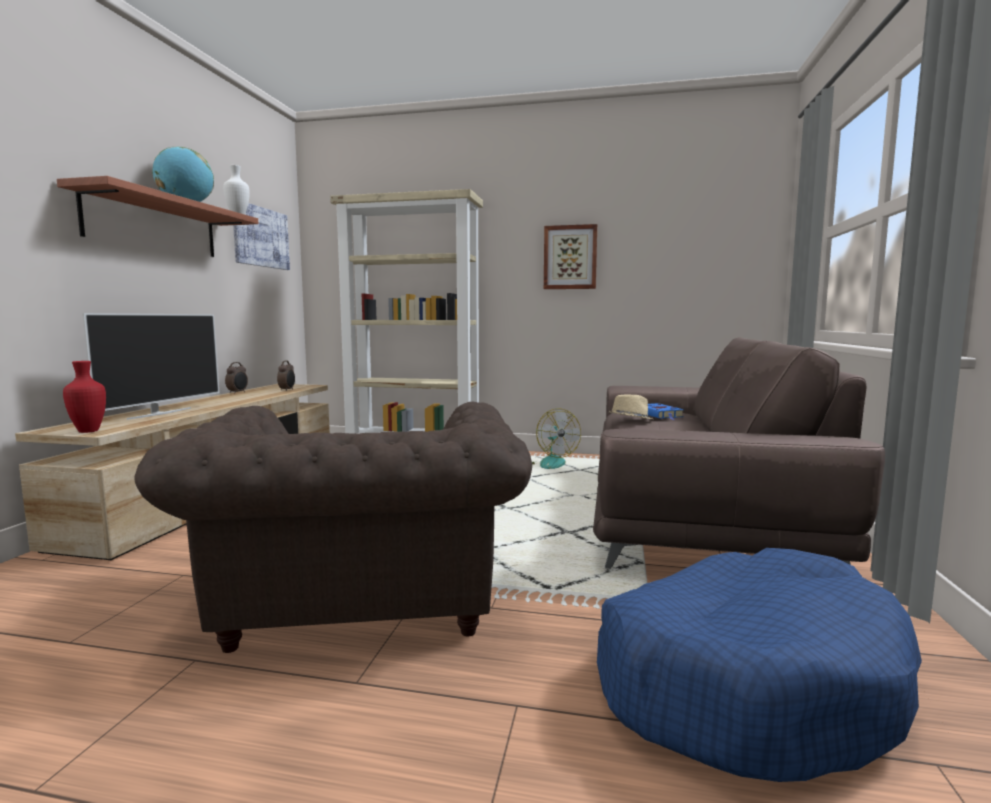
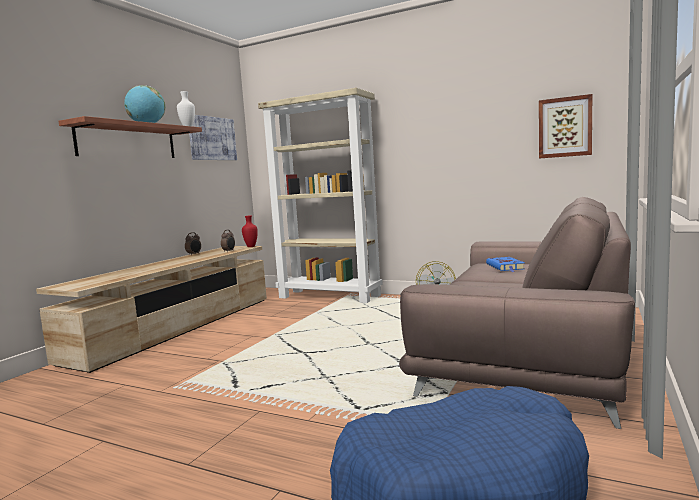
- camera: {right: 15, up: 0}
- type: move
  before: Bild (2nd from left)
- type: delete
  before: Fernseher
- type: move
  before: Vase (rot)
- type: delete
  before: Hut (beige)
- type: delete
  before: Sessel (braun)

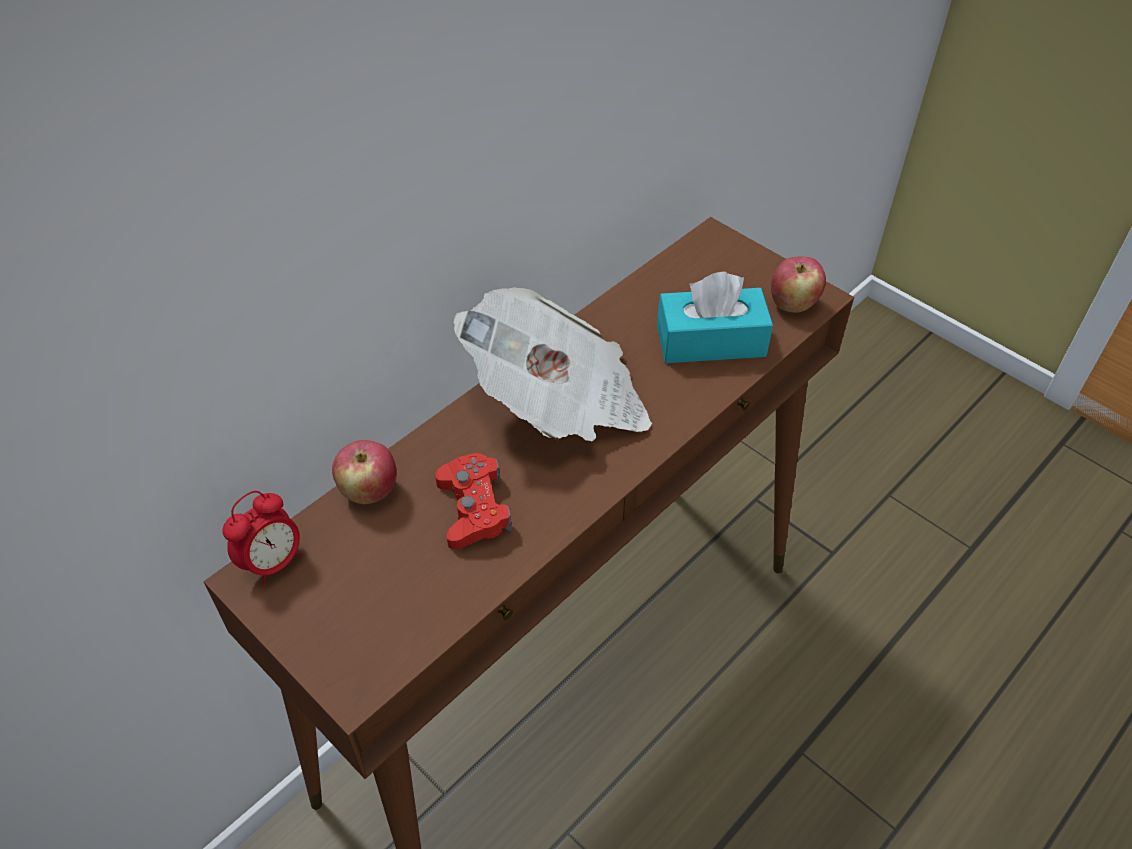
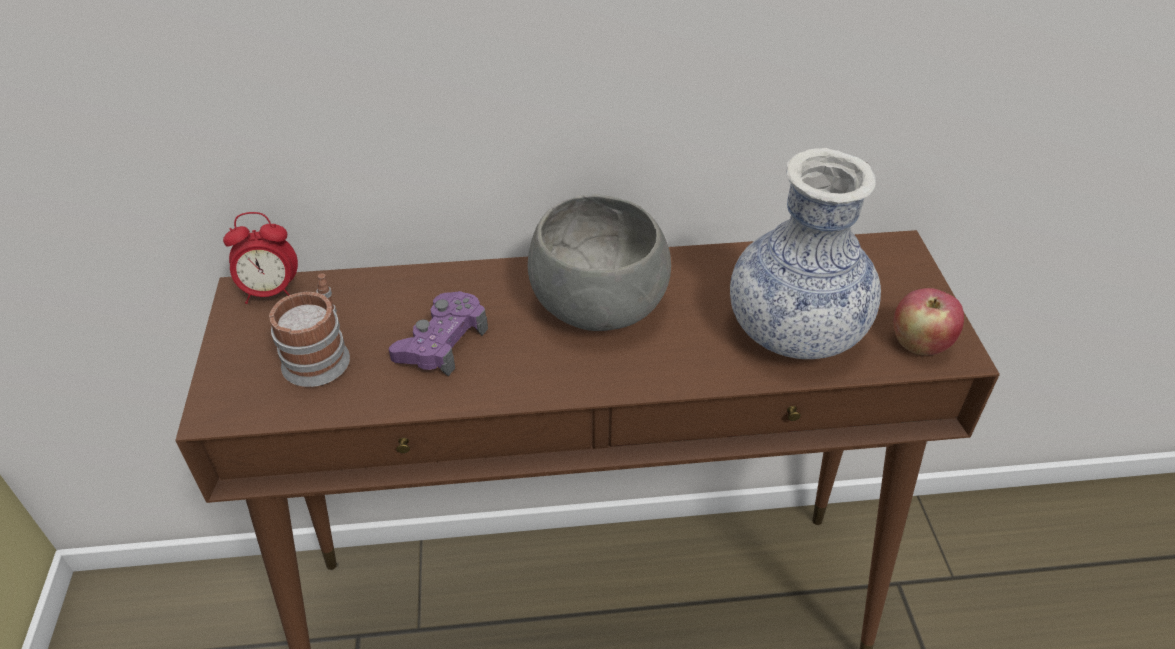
- camera: {right: 40, up: -5}
- type: replace
  before: Taschentuchbox (türkis)
  after: Vase
- type: replace
  before: Zeitung
  after: Schüssel (grau)
- type: delete
  before: Apfel (1st from left)
- type: recolor
  before: Gamepad (rot)
  after: Gamepad (lila)
- type: insert
  after: Henkelbecher

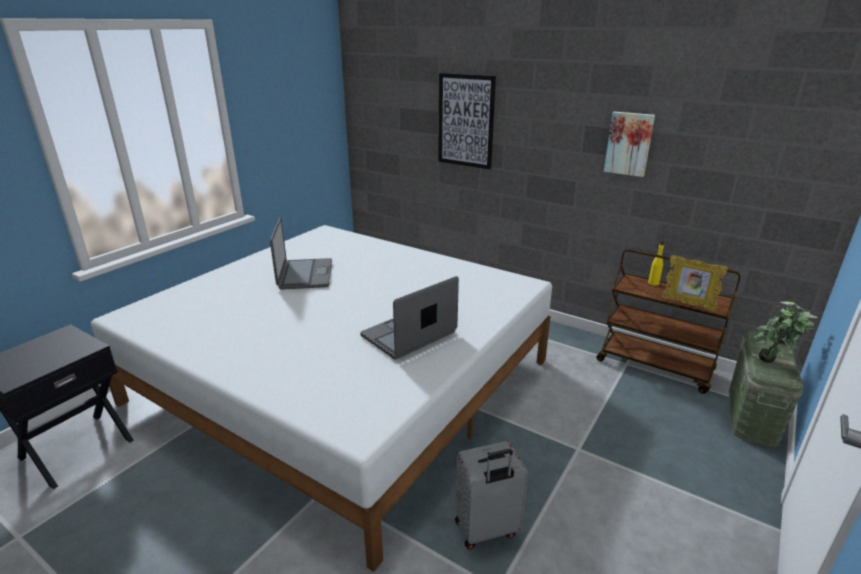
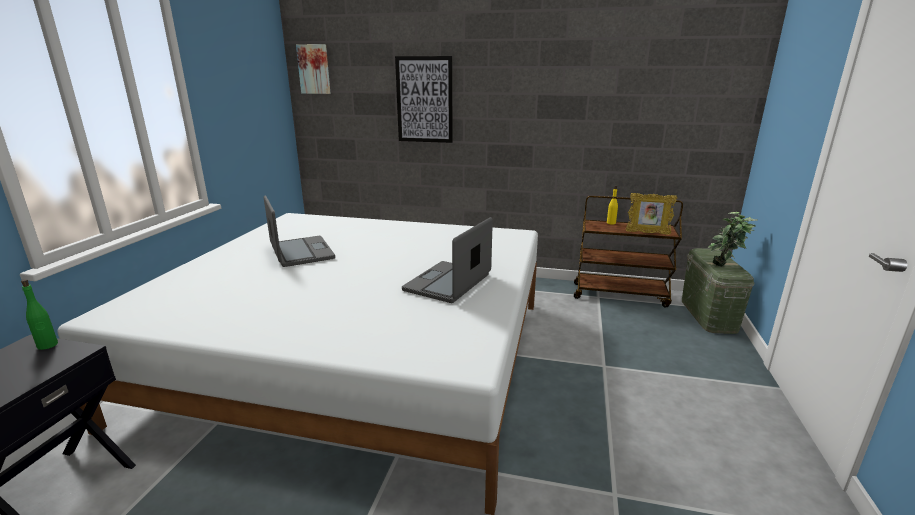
- camera: {right: -20, up: -5}
- type: move
  before: Bild (2nd from left in the first image)
  after: Bild (1st from left)
- type: delete
  before: Koffer (grau)
- type: insert
  after: Flasche (grün)

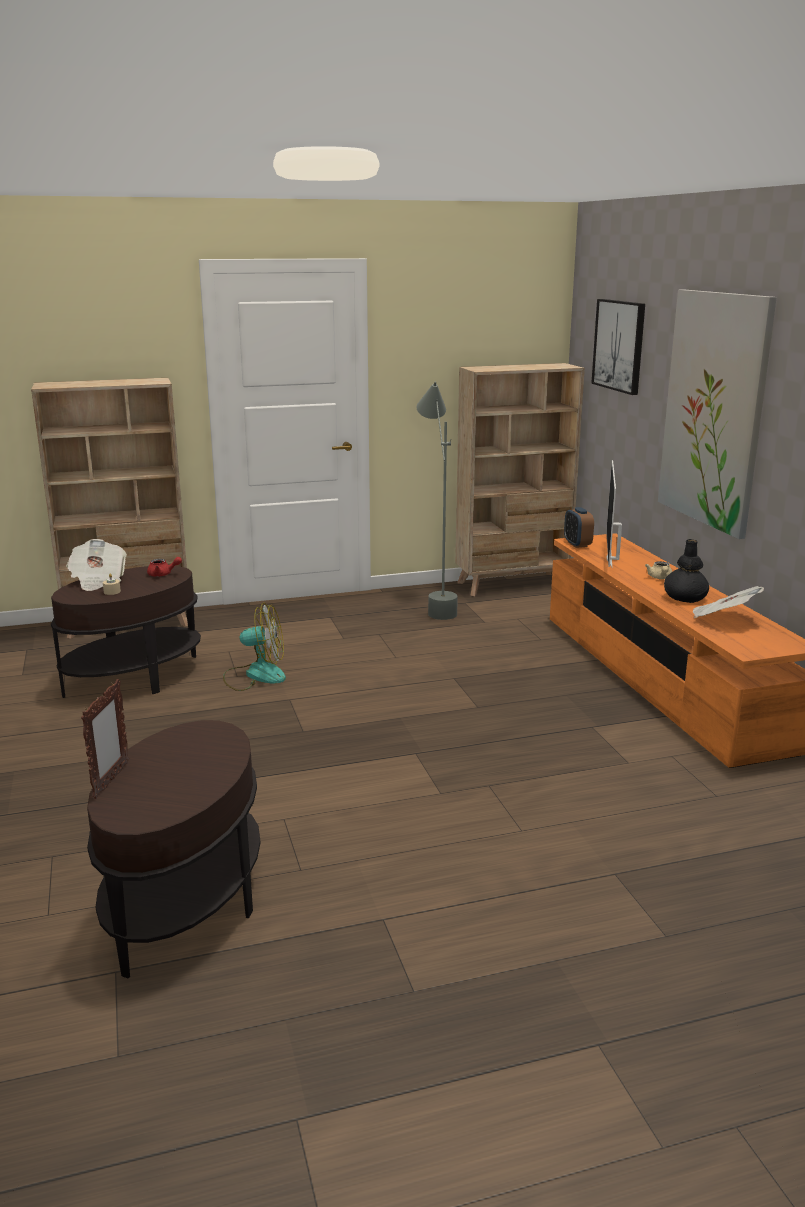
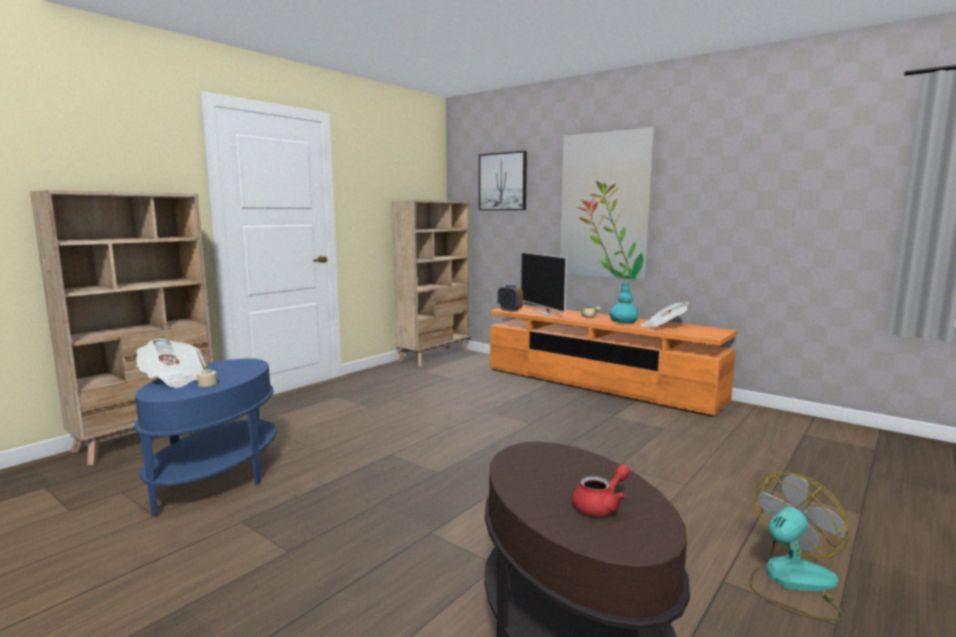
- camera: {right: -35, up: -10}
- type: delete
  before: Stehlampe (grau)
- type: recolor
  before: Vase (schwarz)
  after: Vase (türkis)
- type: move
  before: Teekanne (rot)
- type: recolor
  before: Beistelltisch (braun) (1st from left)
  after: Beistelltisch (blau)
- type: move
  before: Ventilator
- type: delete
  before: Bilderrahmen

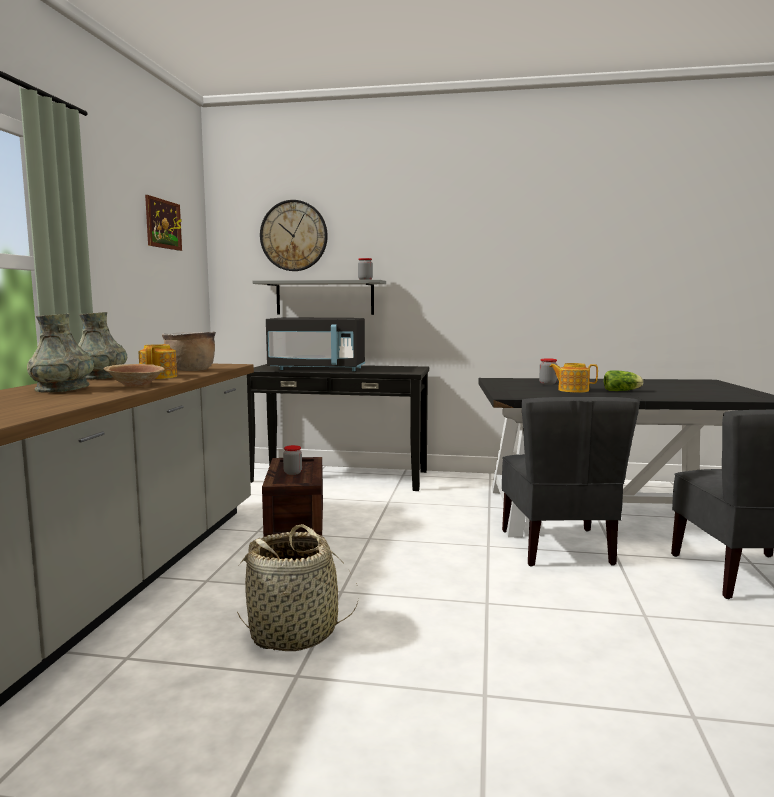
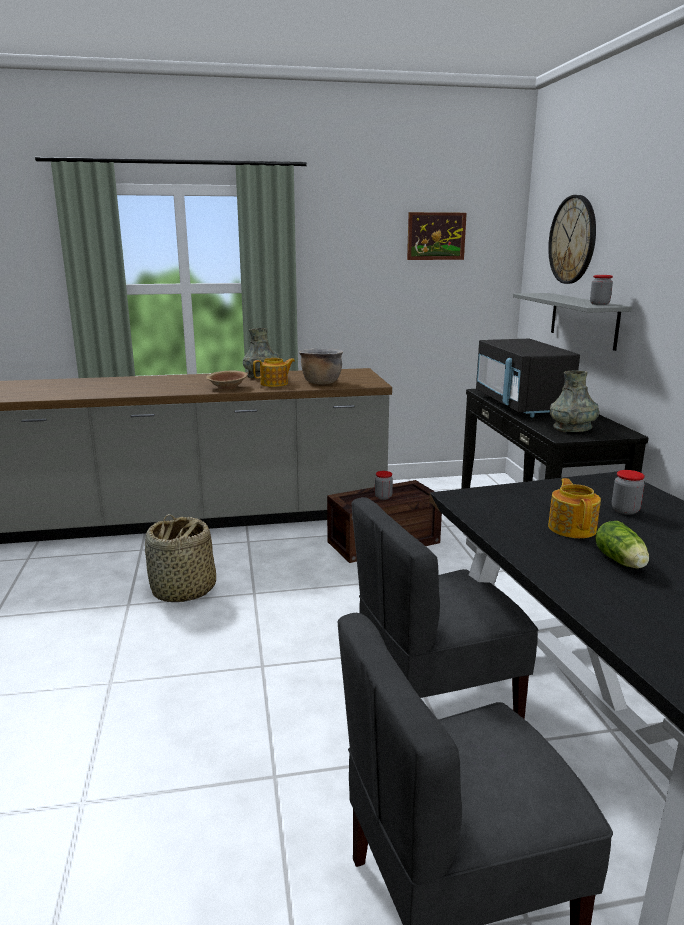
- camera: {right: 70, up: 10}
- type: move
  before: Vase (grau) (1st from left in the first image)
  after: Vase (grau) (2nd from left)

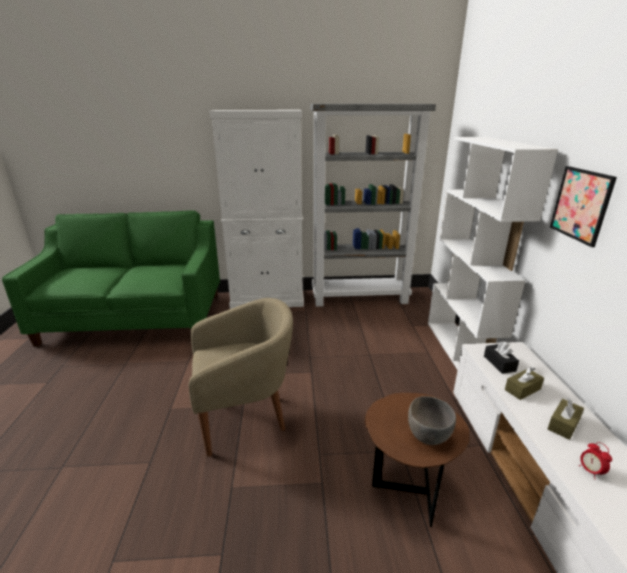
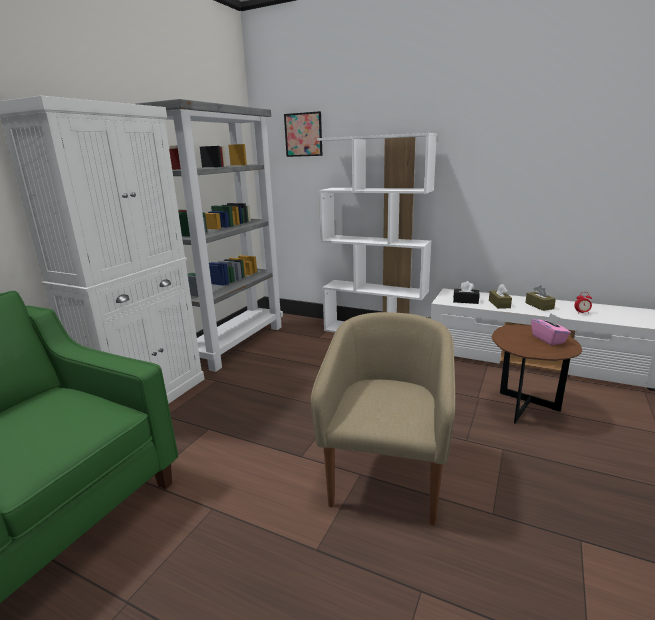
- camera: {right: -60, up: -5}
- type: move
  before: Bild
- type: replace
  before: Schüssel (grau)
  after: Taschentuchbox (rosa)

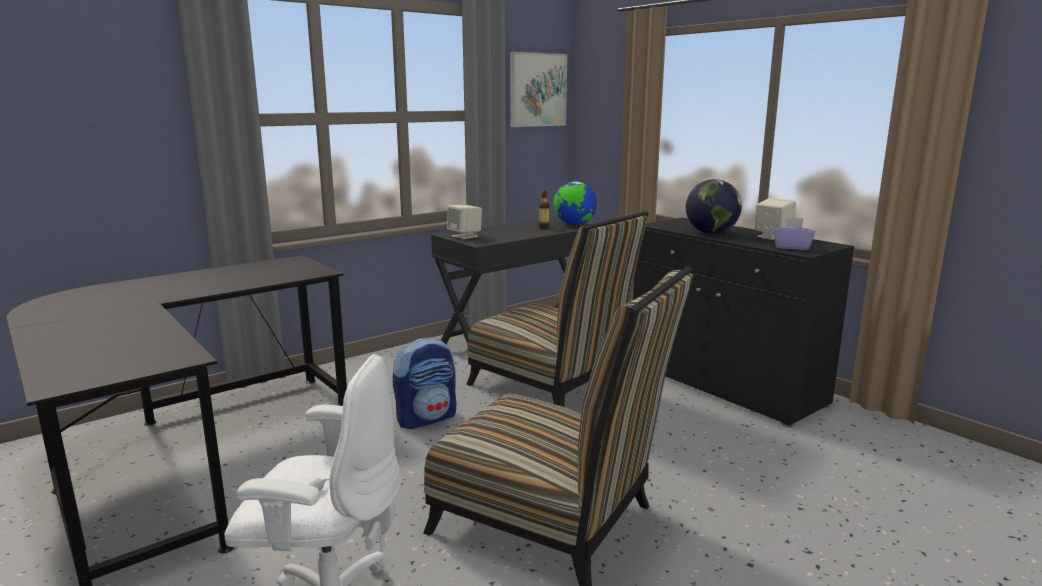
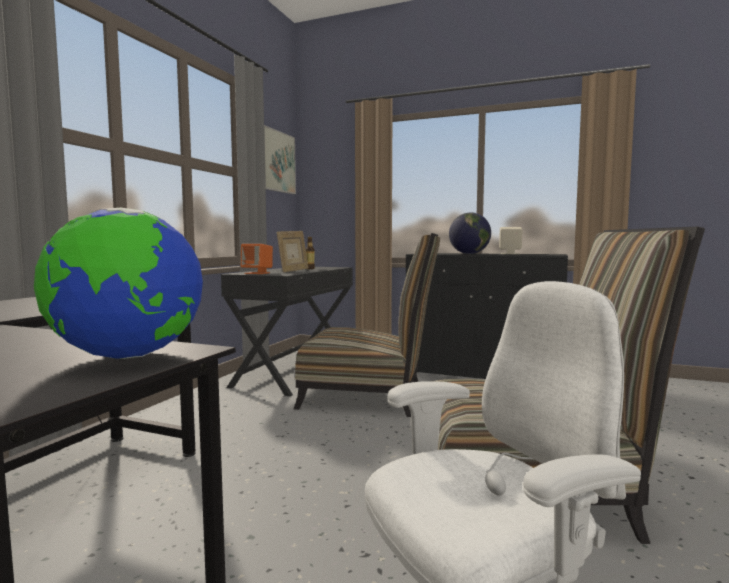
- camera: {right: -30, up: -10}
- type: move
  before: Globus (1st from left)
- type: recolor
  before: Lautsprecher (beige) (1st from left)
  after: Lautsprecher (orange)
- type: delete
  before: Taschentuchbox (lila)
- type: delete
  before: Rucksack
- type: insert
  after: Bilderrahmen

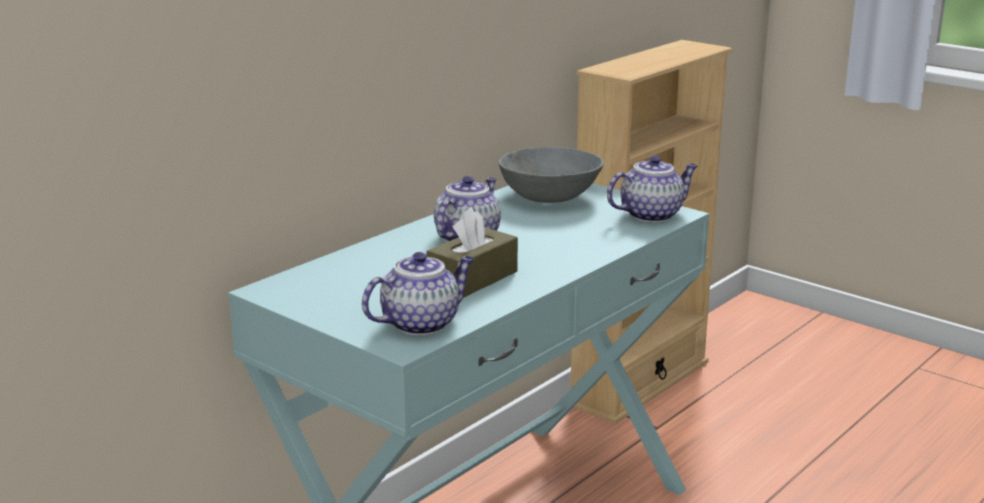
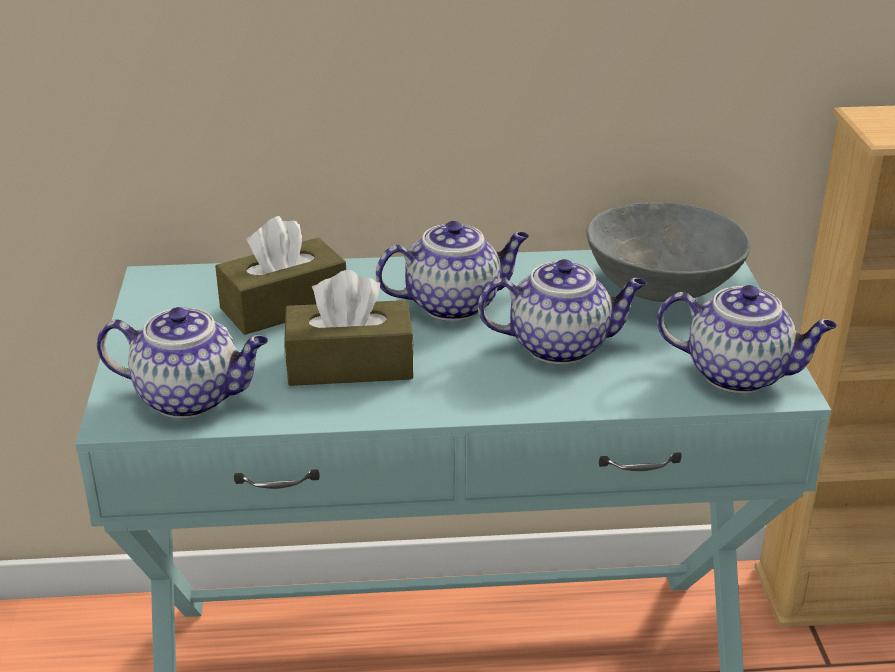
- camera: {right: 45, up: 10}
- type: insert
  after: Taschentuchbox (braun) (1st from left)
- type: insert
  after: Teekanne (3rd from left)

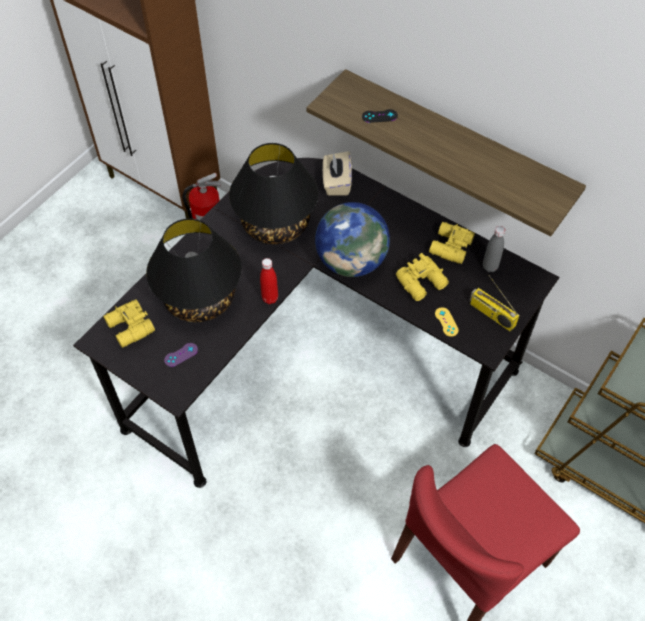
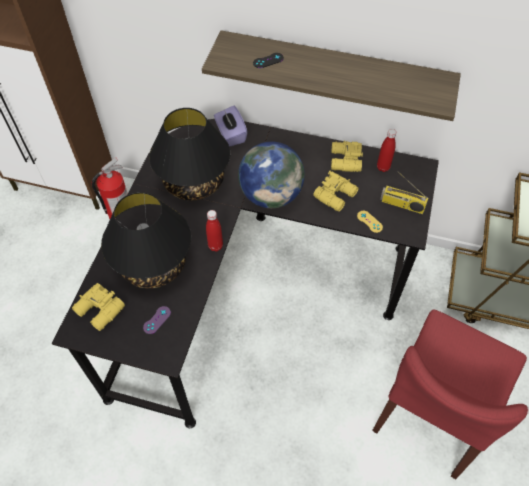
- camera: {right: -20, up: 0}
- type: recolor
  before: Taschentuchbox (beige)
  after: Taschentuchbox (lila)
- type: recolor
  before: Flasche (grau)
  after: Flasche (rot) (2nd from left)

